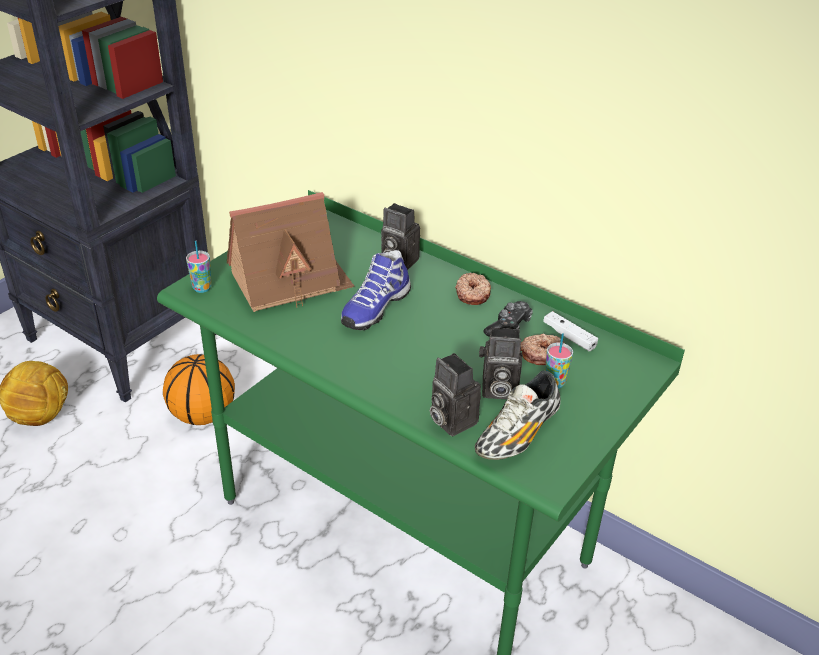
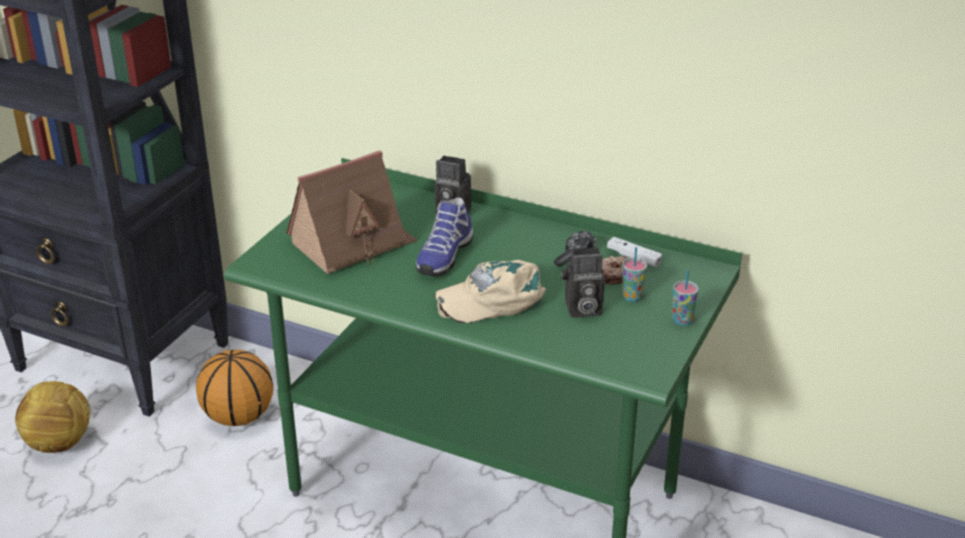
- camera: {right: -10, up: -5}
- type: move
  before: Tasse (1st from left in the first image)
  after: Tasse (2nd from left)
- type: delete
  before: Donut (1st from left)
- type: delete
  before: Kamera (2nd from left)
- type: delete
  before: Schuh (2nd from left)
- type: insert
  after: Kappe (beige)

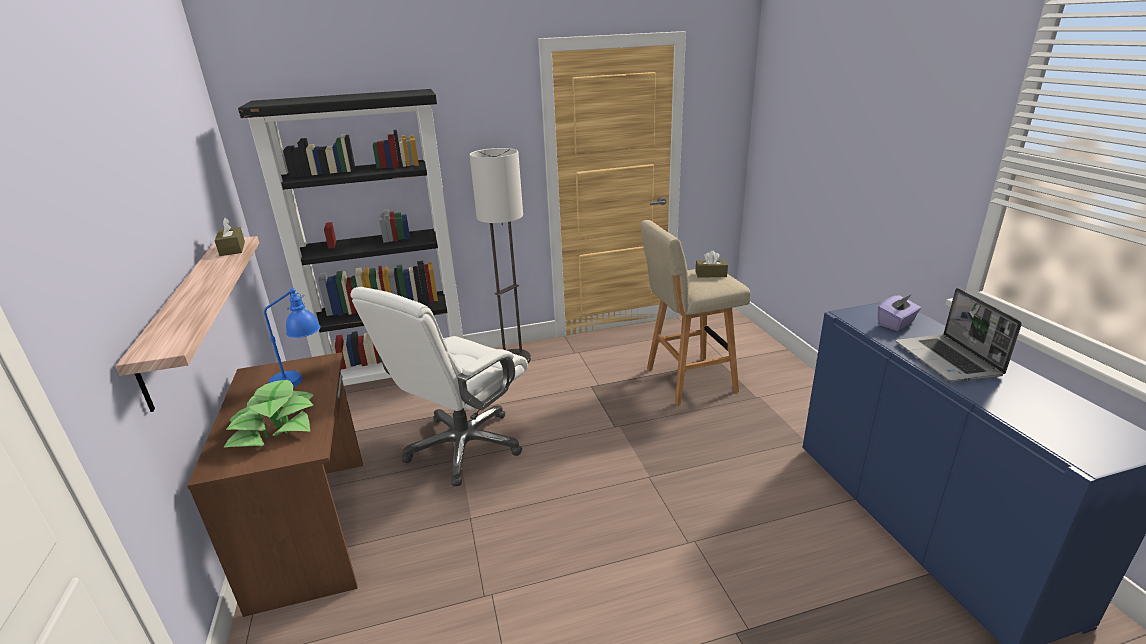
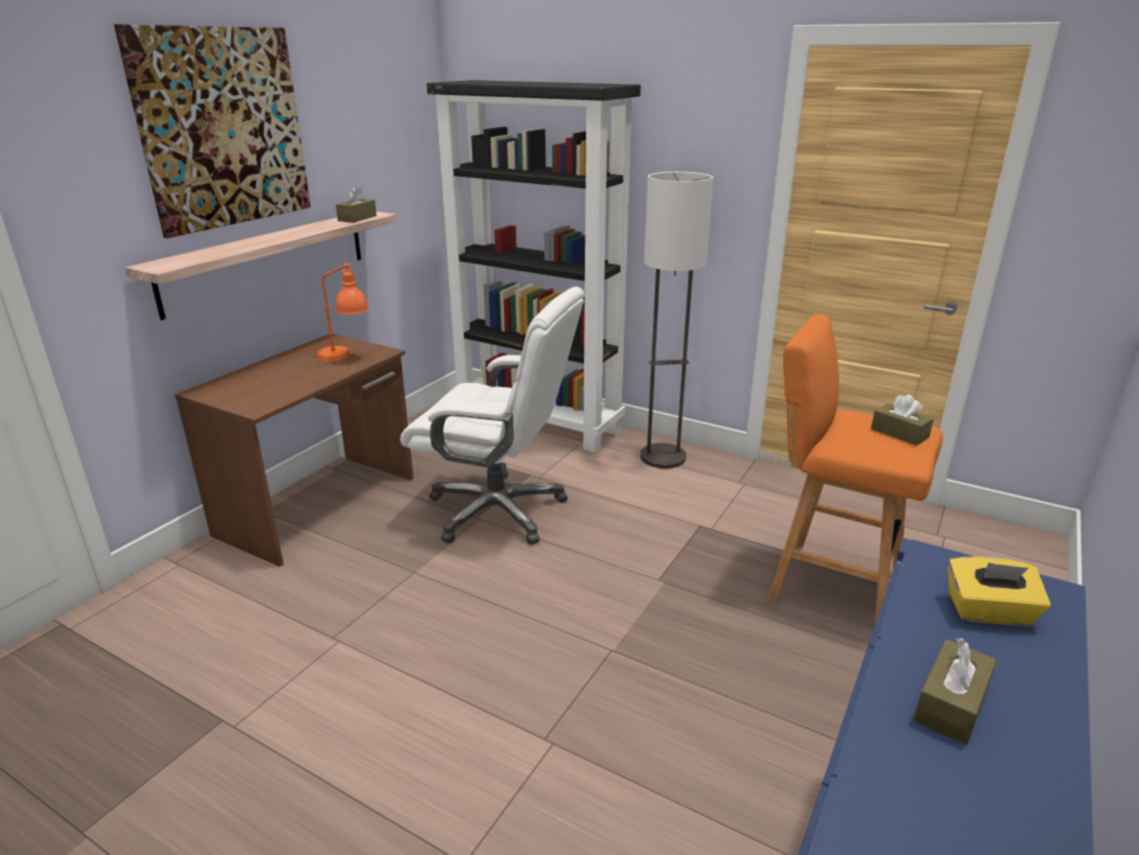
- camera: {right: 45, up: 0}
- type: recolor
  before: Hocker (beige)
  after: Hocker (orange)
- type: recolor
  before: Tischlampe (blau)
  after: Tischlampe (orange)
- type: rotate
  before: Bürostuhl (weiß)
  turn: -150
- type: replace
  before: Laptop
  after: Taschentuchbox (braun) (3rd from left)
- type: recolor
  before: Taschentuchbox (lila)
  after: Taschentuchbox (gelb)
- type: delete
  before: Topfpflanze
- type: insert
  after: Bild

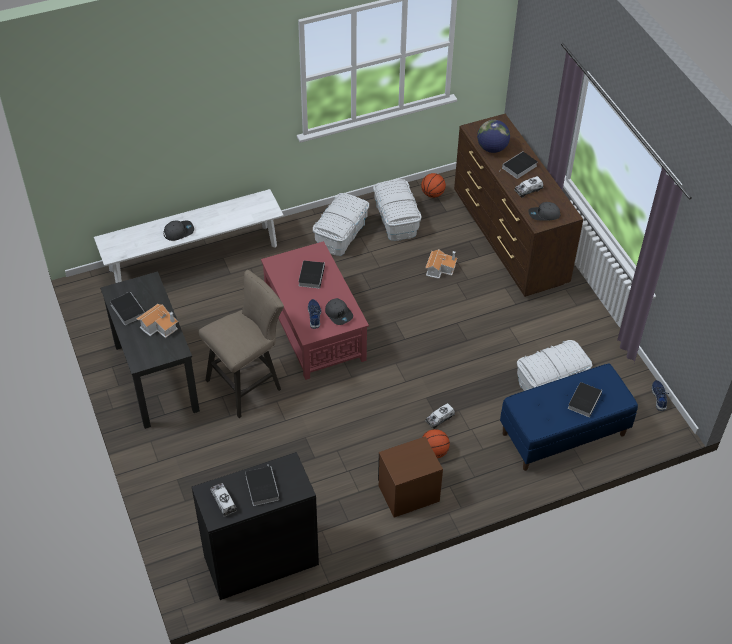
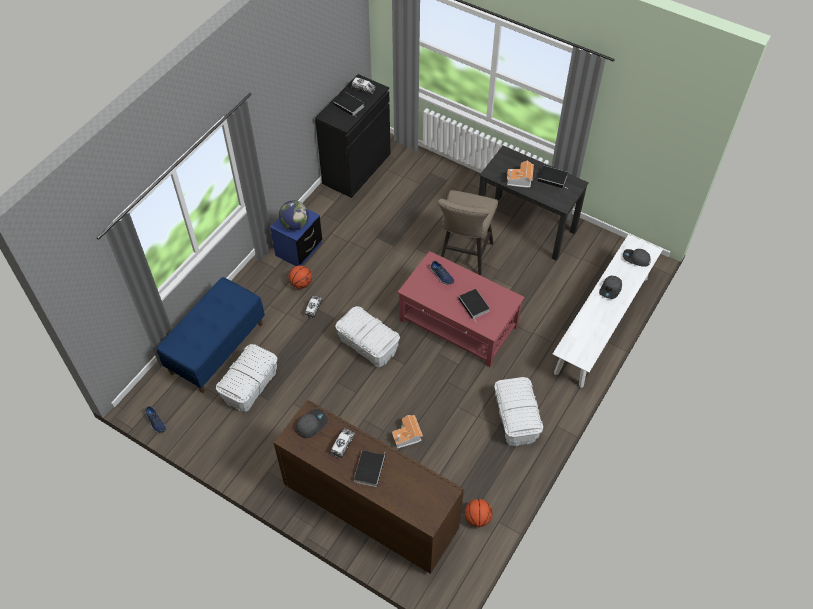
- camera: {right: 145, up: 5}
- type: move
  before: Globus
- type: move
  before: Aufbewahrungsbox (weiß) (2nd from left)
- type: move
  before: Kappe (grau) (2nd from left in the first image)
  after: Kappe (grau) (3rd from left)
- type: delete
  before: Buch (5th from left)
- type: recolor
  before: Nachttisch (braun)
  after: Nachttisch (blau)

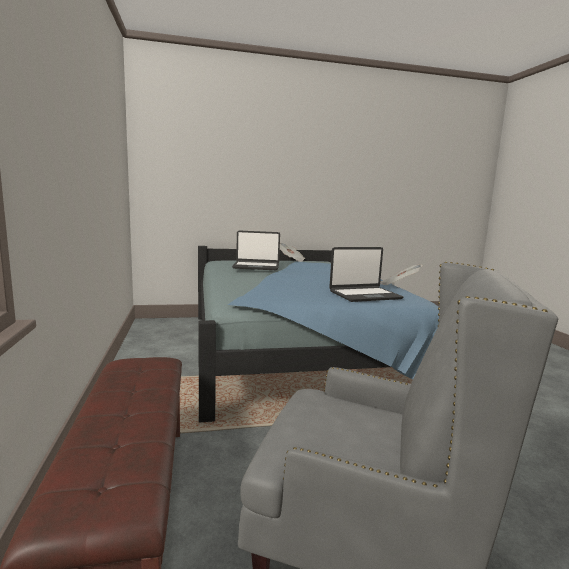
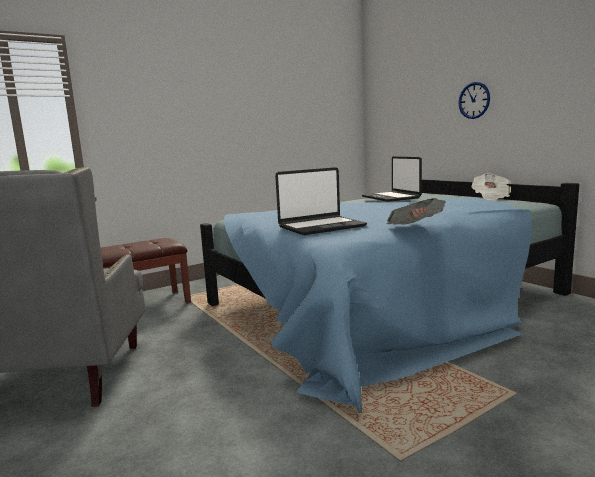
- camera: {right: 70, up: 0}
- type: rotate
  before: Laptop (2nd from left in the first image)
  turn: -75
- type: insert
  after: Wanduhr

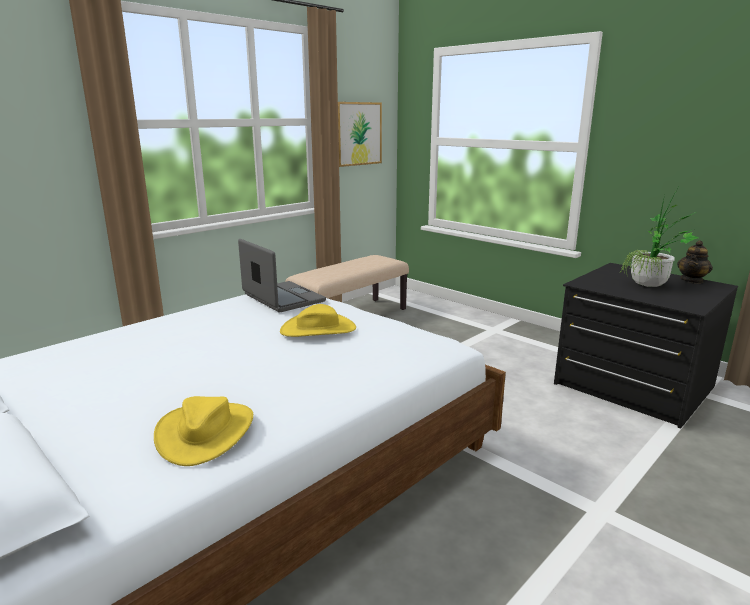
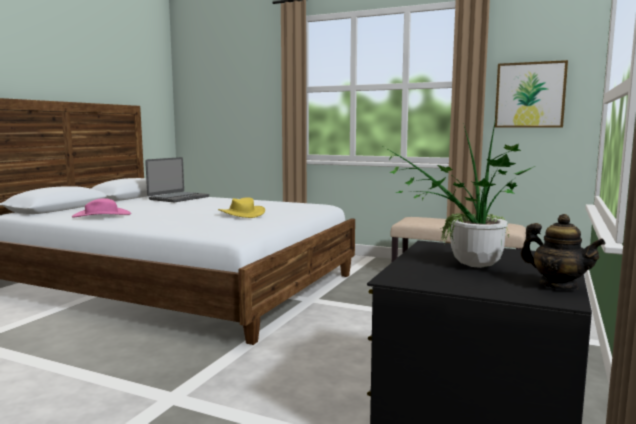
- camera: {right: 70, up: -10}
- type: move
  before: Laptop
- type: rotate
  before: Teekanne
  turn: -150
- type: recolor
  before: Hut (gelb) (1st from left)
  after: Hut (rosa)

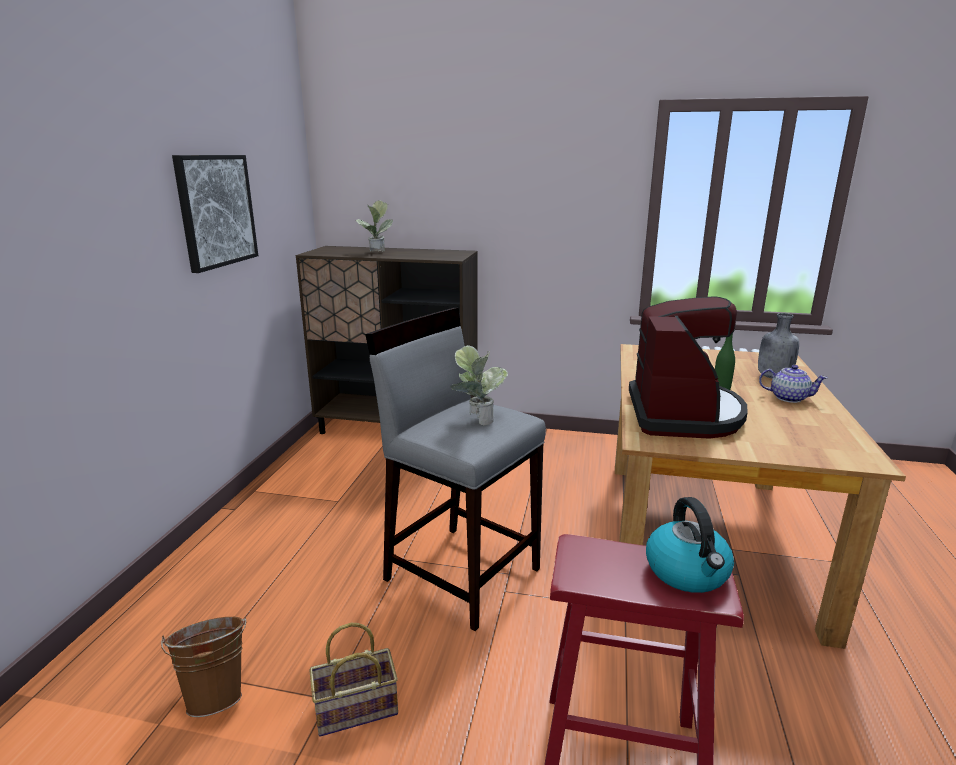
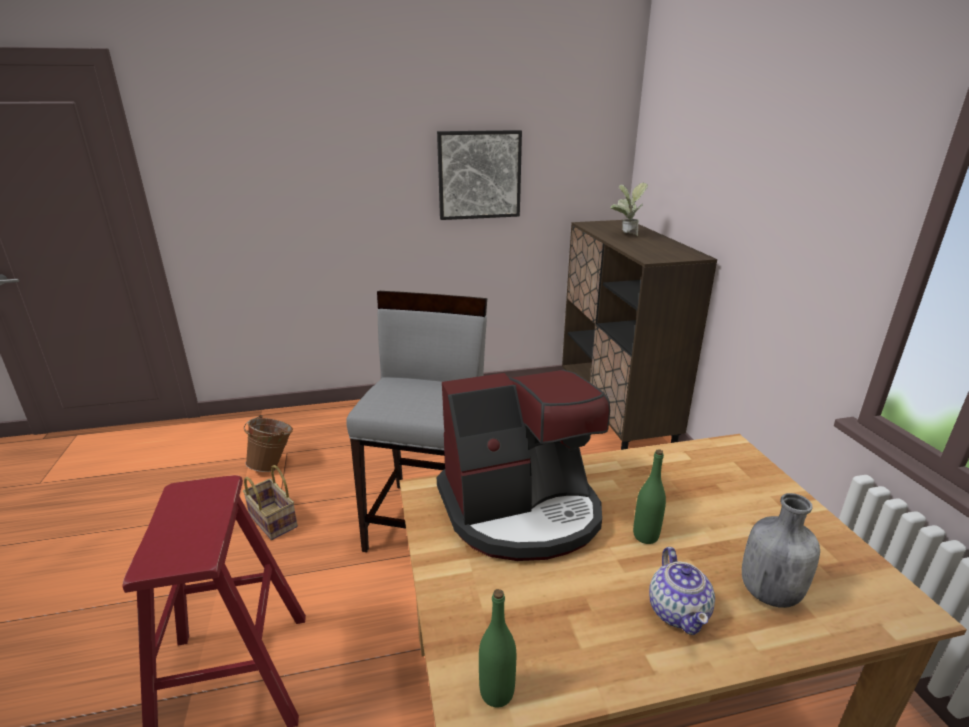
- camera: {right: 65, up: 5}
- type: delete
  before: Topfpflanze (2nd from left)
- type: delete
  before: Wasserkessel
- type: insert
  after: Flasche (grün) (1st from left)

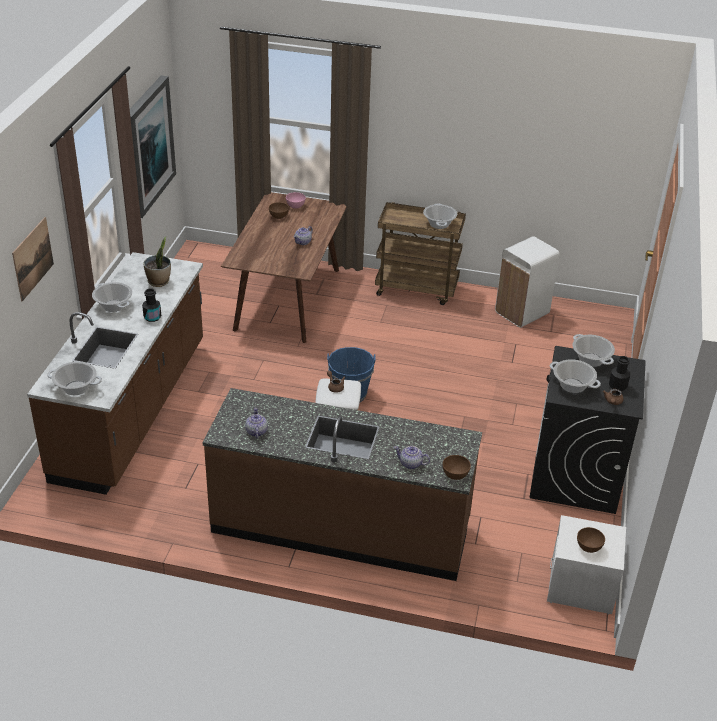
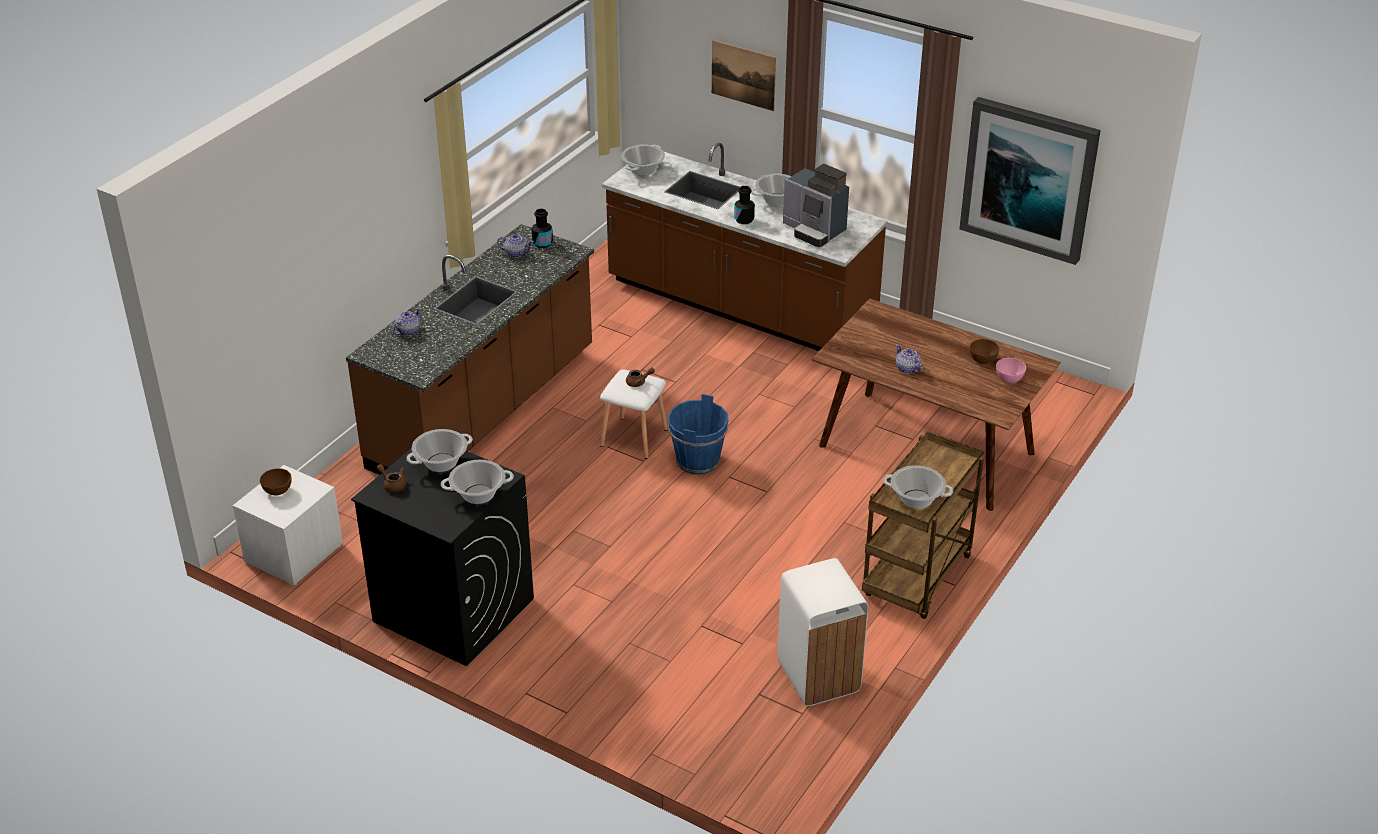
- camera: {right: 110, up: 0}
- type: replace
  before: Topfpflanze
  after: Kaffeemaschine
- type: move
  before: Flasche (schwarz) (2nd from left in the first image)
  after: Flasche (schwarz) (1st from left)
- type: delete
  before: Schüssel (braun) (2nd from left)

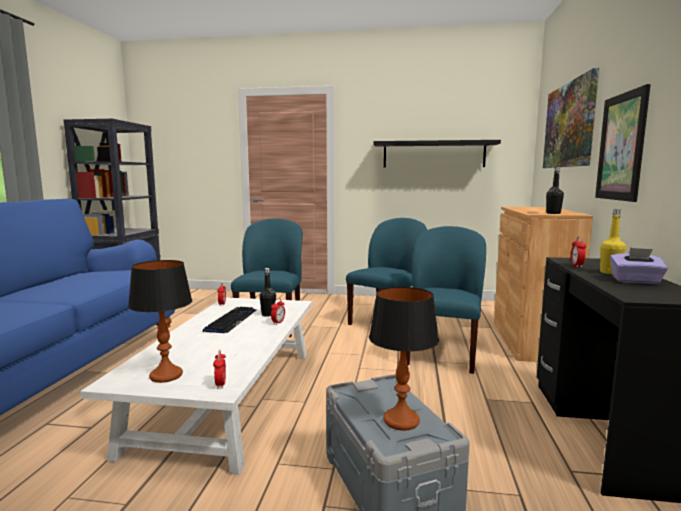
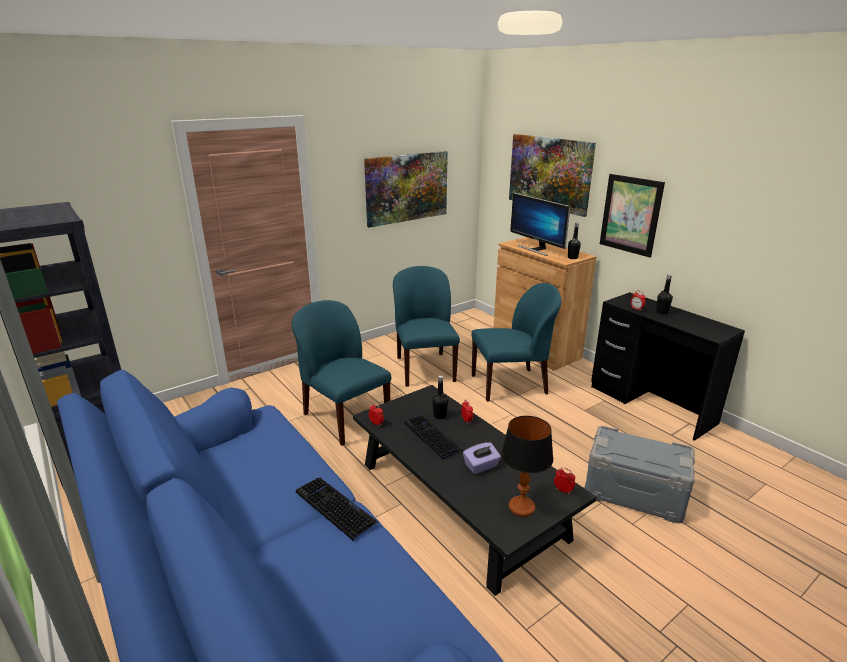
- camera: {right: -45, up: 15}
- type: replace
  before: Wandregal (schwarz)
  after: Bild (1st from left)
- type: recolor
  before: Flasche (gelb)
  after: Flasche (schwarz) (3rd from left)
- type: rotate
  before: Stuhl (blau) (3rd from left)
  turn: 105
- type: move
  before: Taschentuchbox (lila)
- type: delete
  before: Tischlampe (2nd from left)
- type: recolor
  before: Couchtisch (weiß)
  after: Couchtisch (schwarz)
- type: insert
  after: Monitor
- type: insert
  after: Tastatur (1st from left)

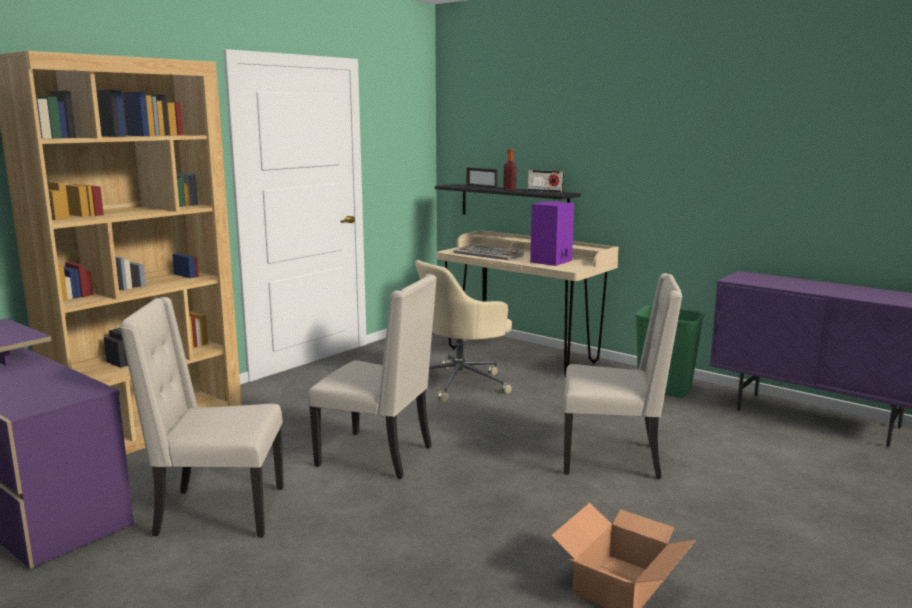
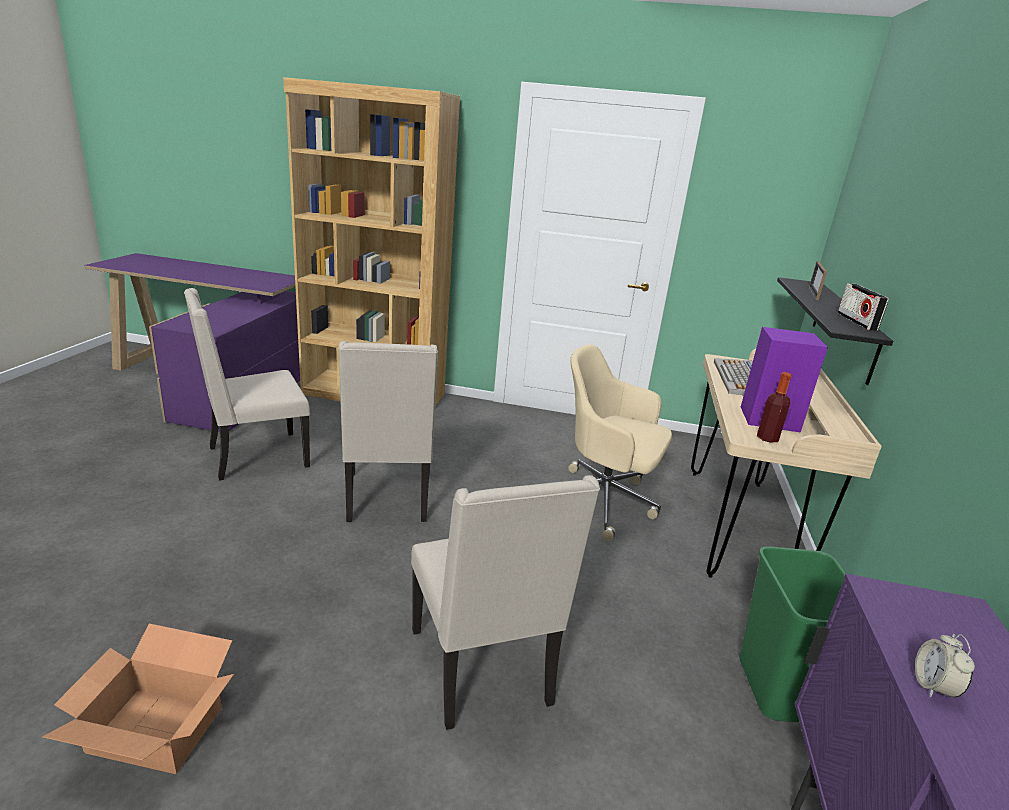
- camera: {right: 60, up: 10}
- type: move
  before: Flasche
- type: rotate
  before: Stuhl (beige) (1st from left)
  turn: -90
- type: insert
  after: Wecker

